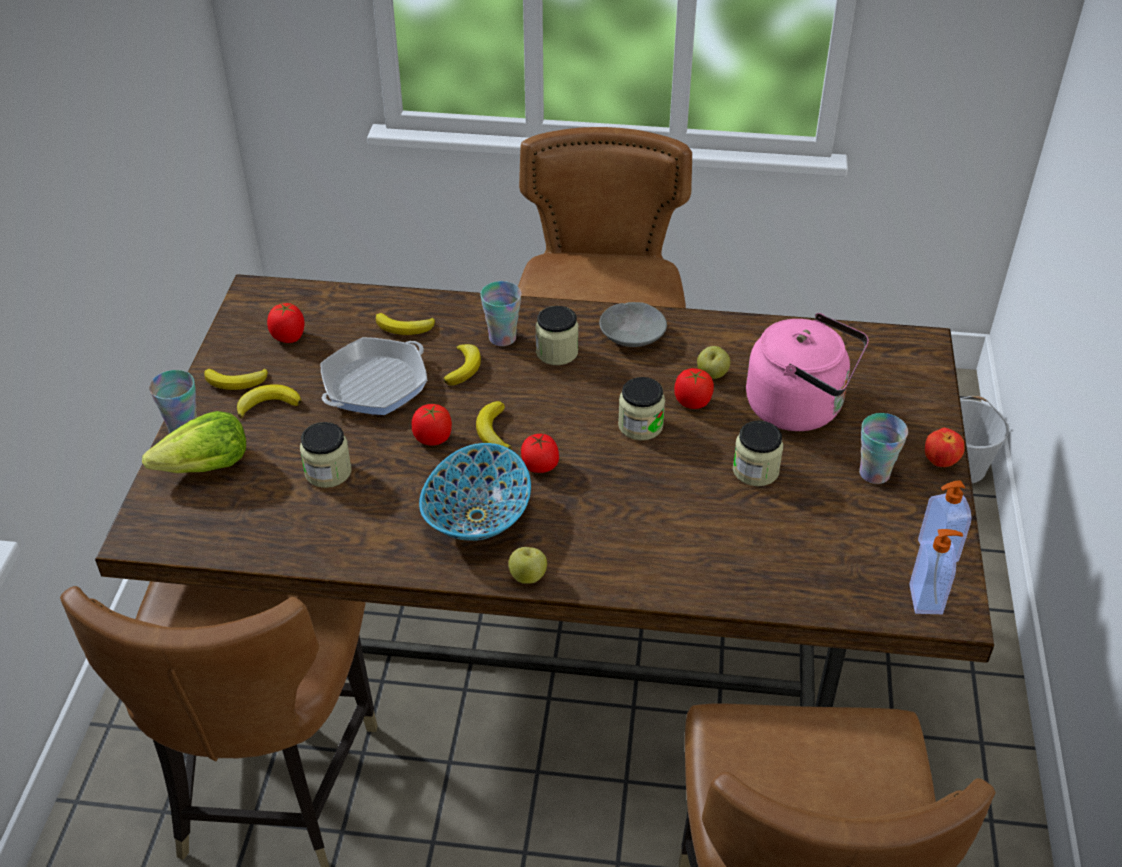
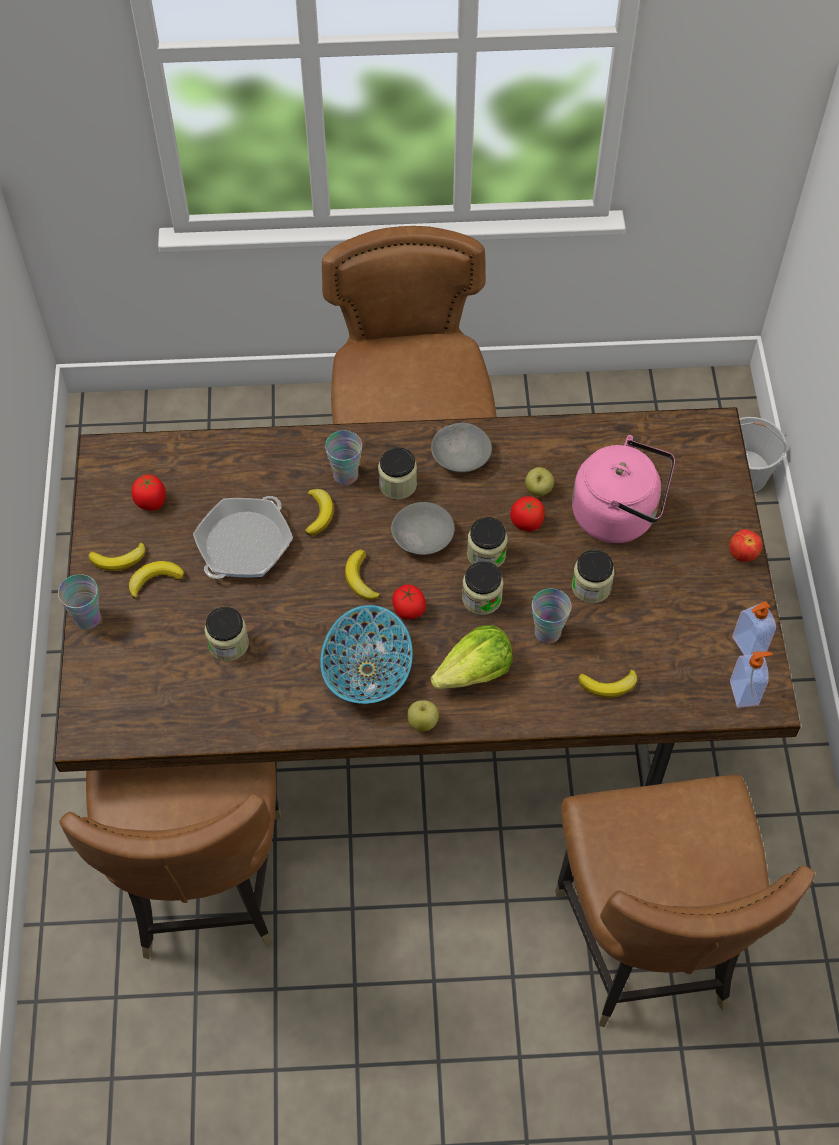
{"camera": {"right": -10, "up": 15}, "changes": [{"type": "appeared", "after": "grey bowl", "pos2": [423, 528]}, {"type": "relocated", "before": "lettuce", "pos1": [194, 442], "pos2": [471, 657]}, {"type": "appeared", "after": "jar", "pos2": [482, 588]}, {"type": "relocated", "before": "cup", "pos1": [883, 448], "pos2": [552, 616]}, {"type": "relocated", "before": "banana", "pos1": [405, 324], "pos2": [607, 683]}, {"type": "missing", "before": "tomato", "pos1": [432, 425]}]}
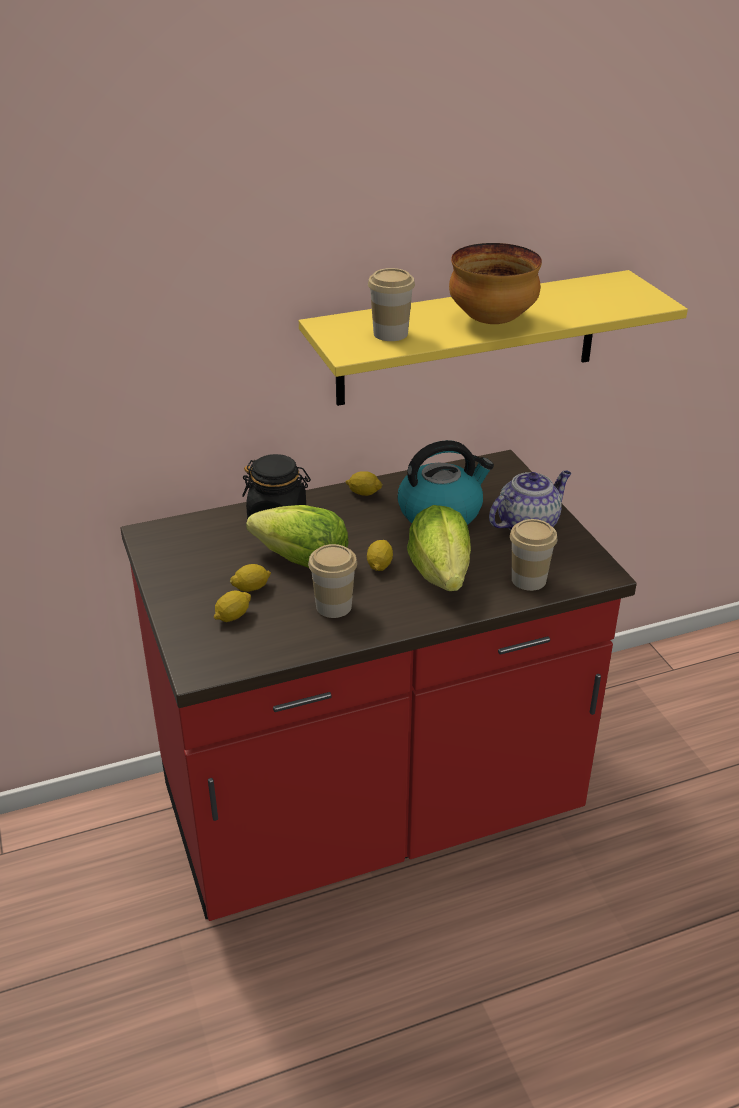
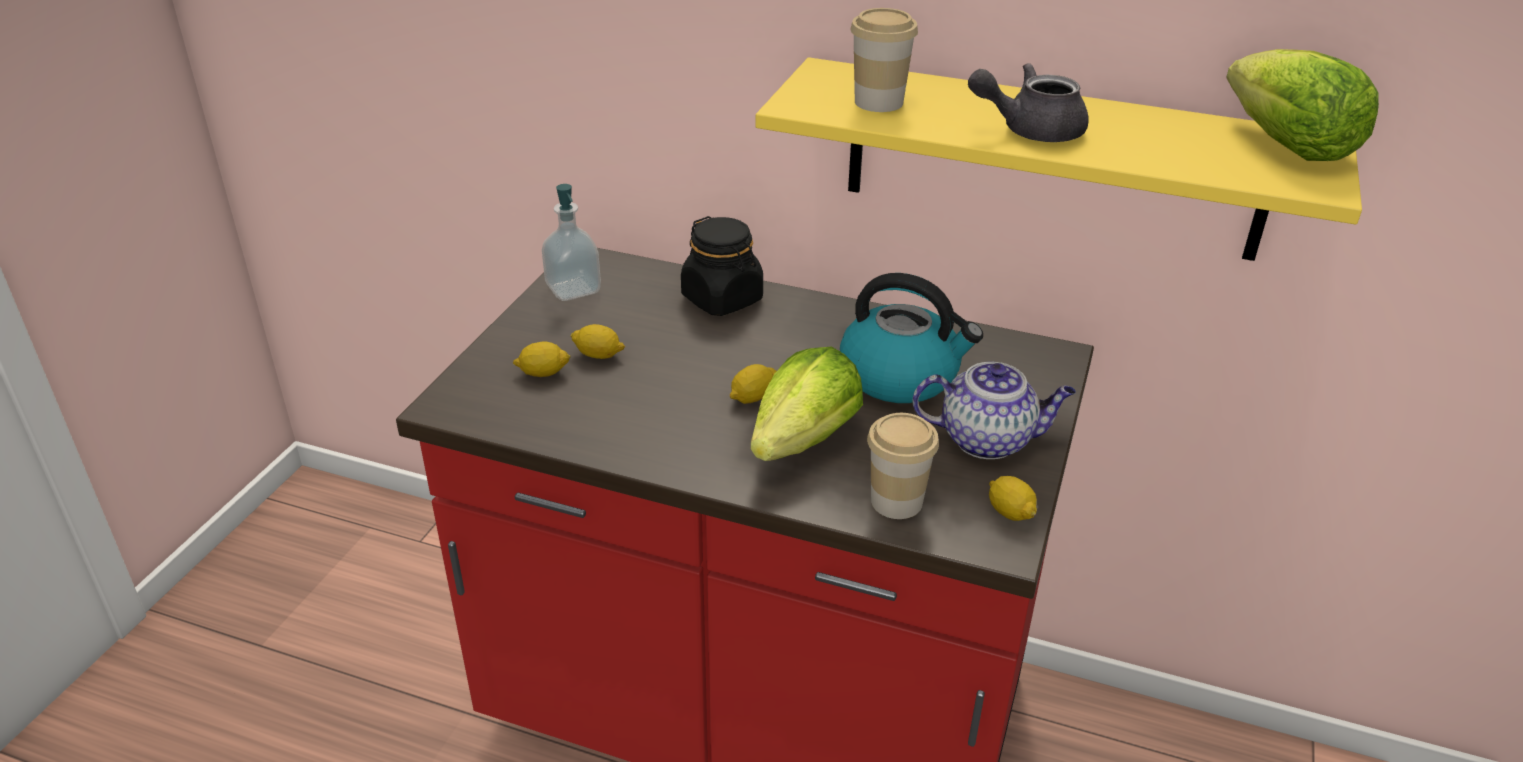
{"camera": {"right": 40, "up": 0}, "changes": [{"type": "appeared", "after": "soap dispenser", "pos2": [571, 242]}, {"type": "exchanged", "before": "bowl", "after": "grey teapot", "pos1": [495, 283], "pos2": [1028, 102]}, {"type": "relocated", "before": "lemon", "pos1": [364, 483], "pos2": [1013, 498]}, {"type": "relocated", "before": "lettuce", "pos1": [297, 536], "pos2": [1302, 105]}, {"type": "missing", "before": "cup", "pos1": [332, 581]}]}
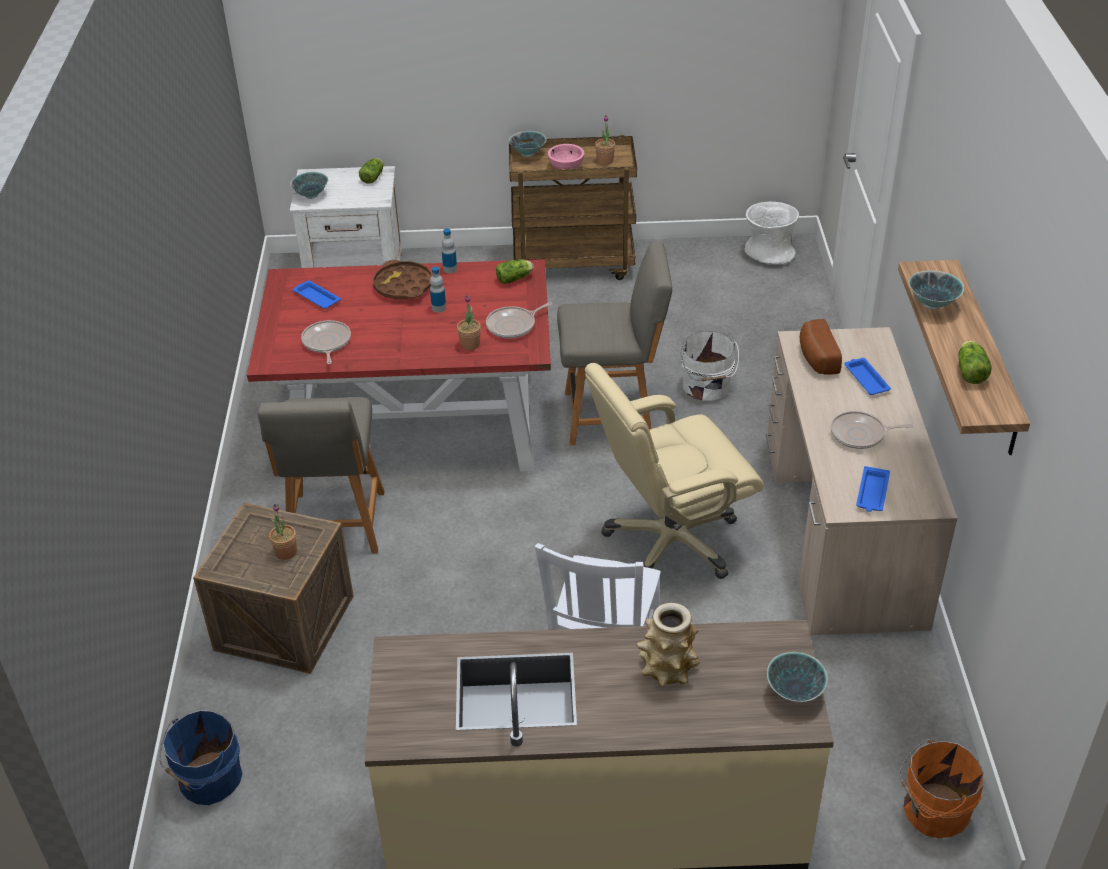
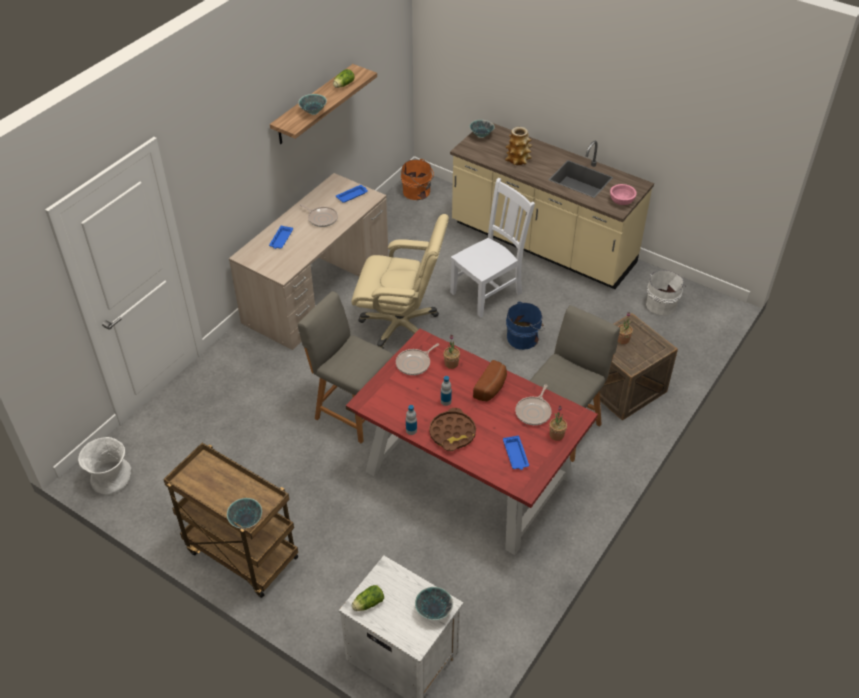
{"camera": {"right": -145, "up": 5}, "changes": [{"type": "spun", "before": "frying pan", "pos1": [519, 320], "pos2": [417, 359], "turn": 135}, {"type": "relocated", "before": "bread", "pos1": [821, 347], "pos2": [490, 380]}, {"type": "relocated", "before": "blue bucket", "pos1": [200, 757], "pos2": [525, 325]}, {"type": "relocated", "before": "potted plant", "pos1": [605, 140], "pos2": [558, 423]}, {"type": "relocated", "before": "pink bowl", "pos1": [566, 156], "pos2": [623, 194]}, {"type": "relocated", "before": "white bucket", "pos1": [710, 366], "pos2": [665, 293]}, {"type": "missing", "before": "lettuce", "pos1": [515, 271]}]}
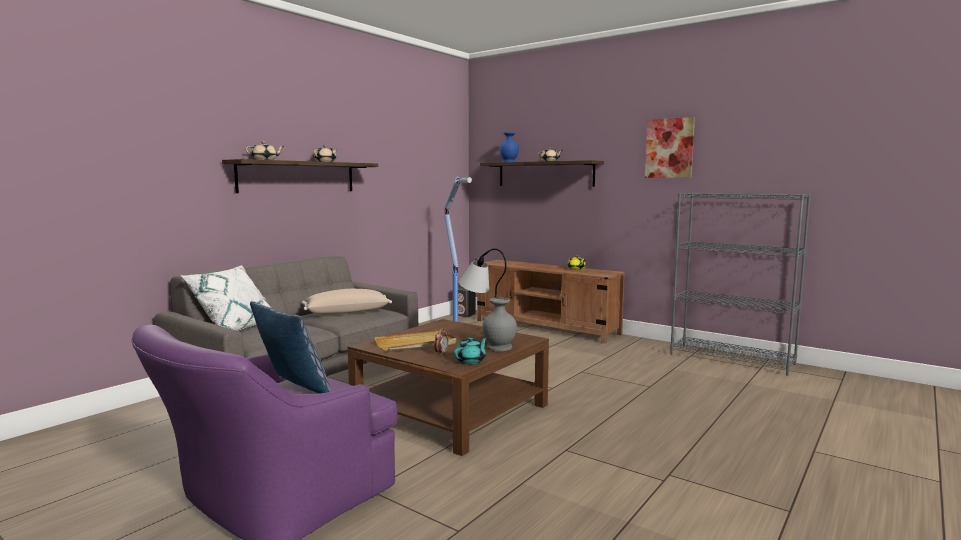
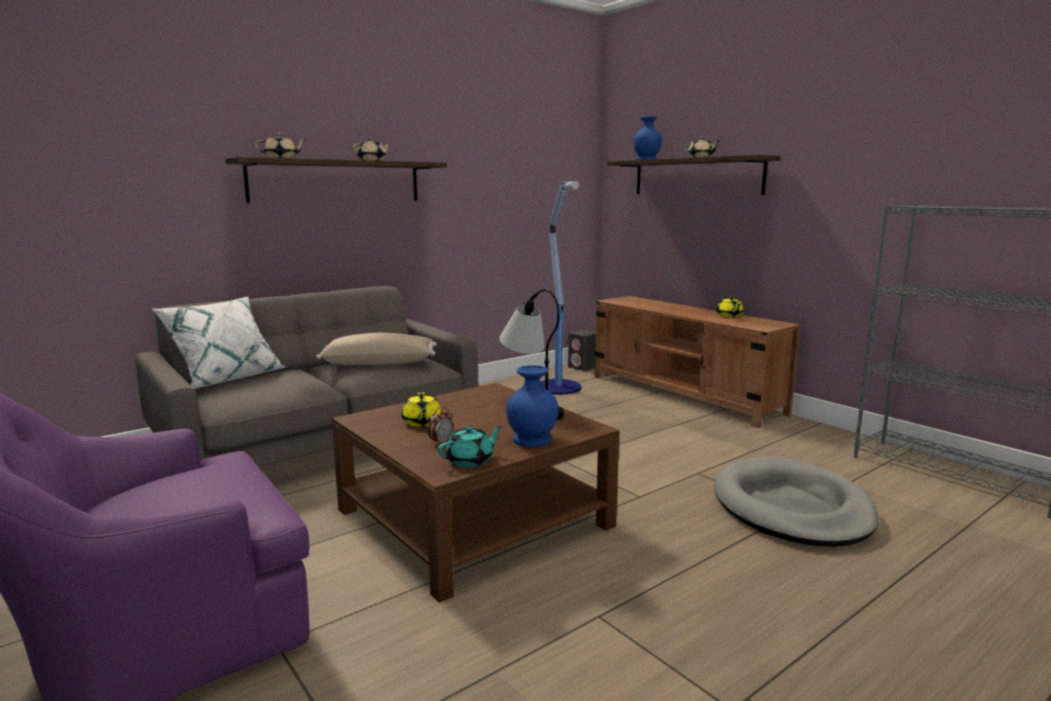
{"camera": {"right": 15, "up": 5}, "changes": [{"type": "exchanged", "before": "beige tray", "after": "yellow teapot", "pos1": [415, 341], "pos2": [422, 409]}, {"type": "colour", "before": "grey vase", "after": "blue vase", "pos1": [499, 324], "pos2": [532, 406]}, {"type": "appeared", "after": "grey dog bed", "pos2": [796, 502]}, {"type": "missing", "before": "pillow", "pos1": [290, 347]}, {"type": "missing", "before": "picture", "pos1": [670, 147]}]}
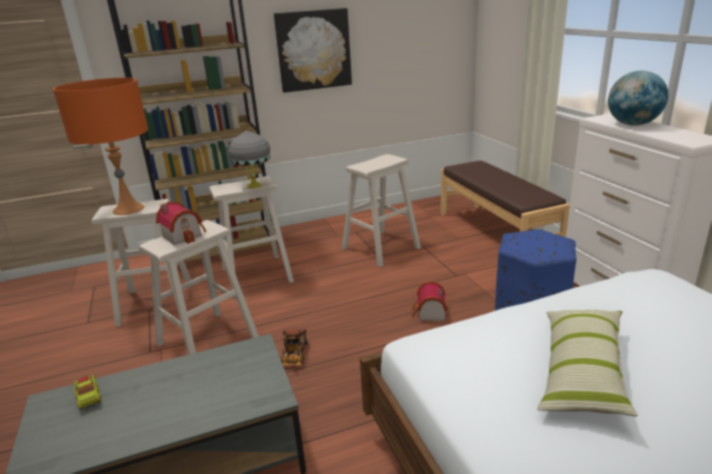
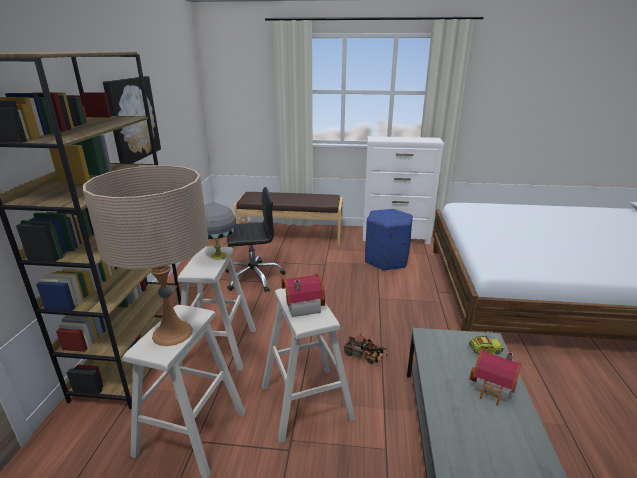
{"camera": {"right": -65, "up": 0}, "changes": [{"type": "colour", "before": "orange table lamp", "after": "beige table lamp", "pos1": [100, 146], "pos2": [145, 255]}, {"type": "exchanged", "before": "beige stool", "after": "black office chair", "pos1": [381, 210], "pos2": [255, 239]}, {"type": "relocated", "before": "toy truck", "pos1": [87, 392], "pos2": [486, 345]}, {"type": "relocated", "before": "toy house", "pos1": [429, 300], "pos2": [495, 377]}, {"type": "missing", "before": "pillow", "pos1": [587, 363]}, {"type": "missing", "before": "globe", "pos1": [638, 98]}]}
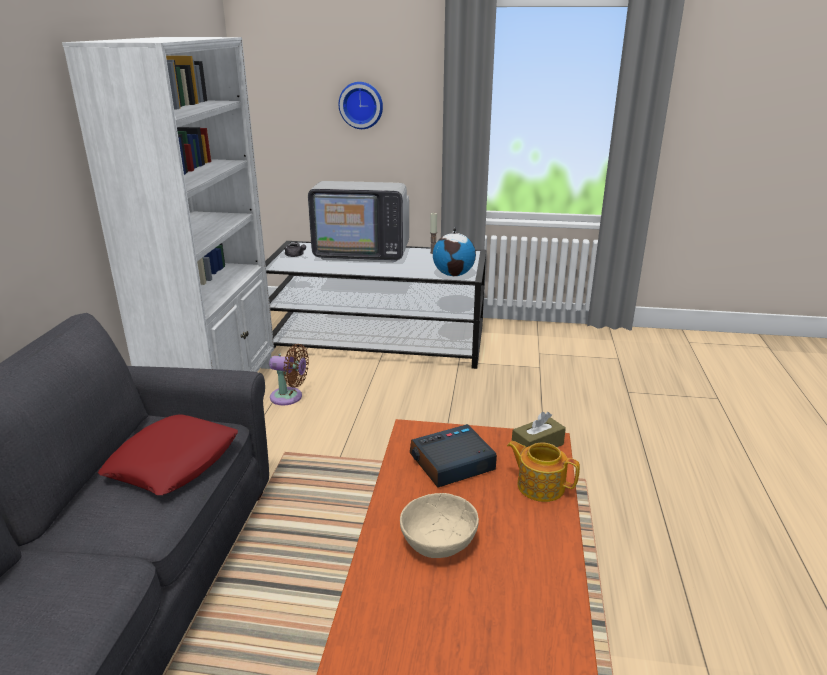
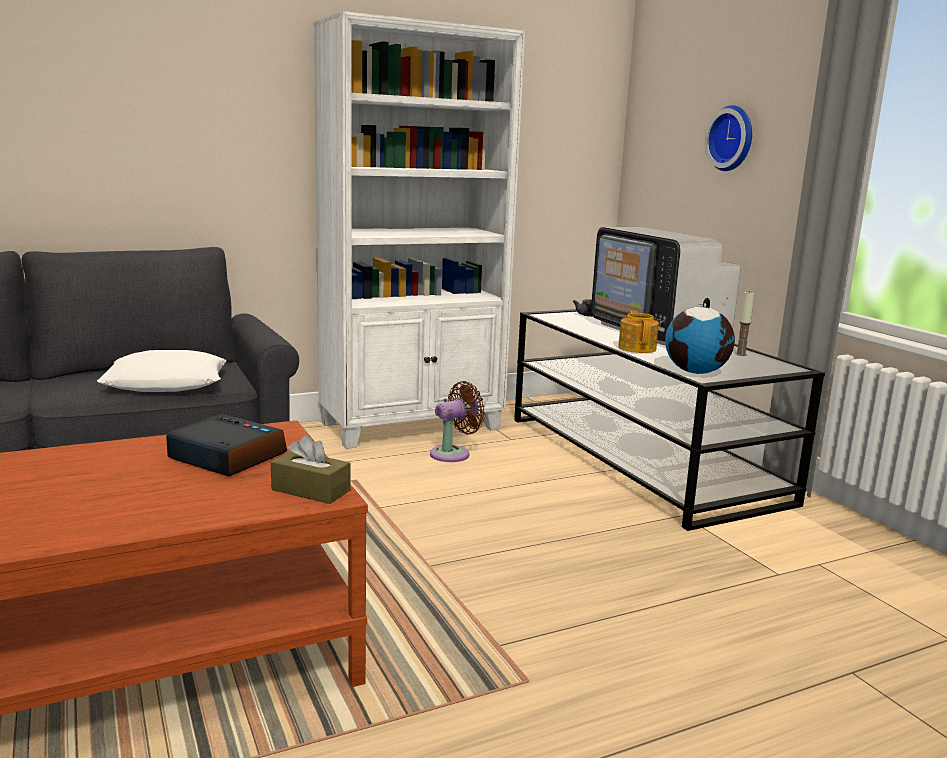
{"camera": {"right": 55, "up": -10}, "changes": [{"type": "colour", "before": "red pillow", "after": "white pillow", "pos1": [168, 454], "pos2": [162, 371]}, {"type": "spun", "before": "brown fan", "pos1": [289, 374], "pos2": [457, 421], "turn": -105}, {"type": "relocated", "before": "teapot", "pos1": [543, 471], "pos2": [638, 331]}, {"type": "missing", "before": "beige bowl", "pos1": [439, 525]}]}
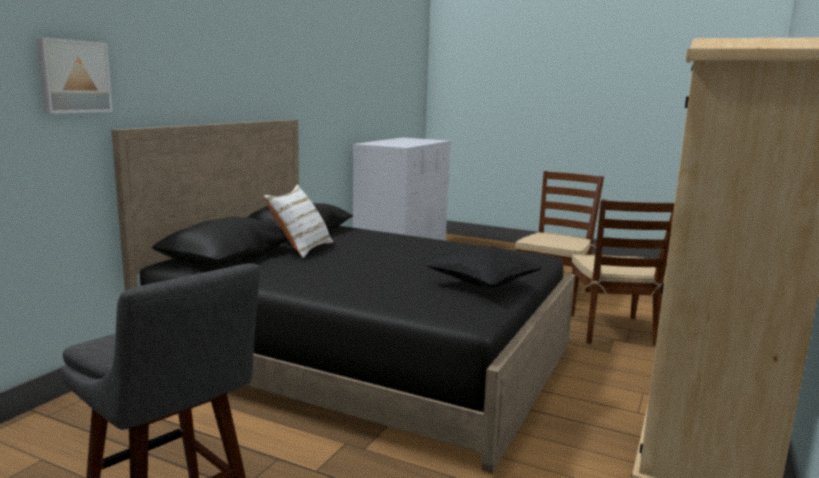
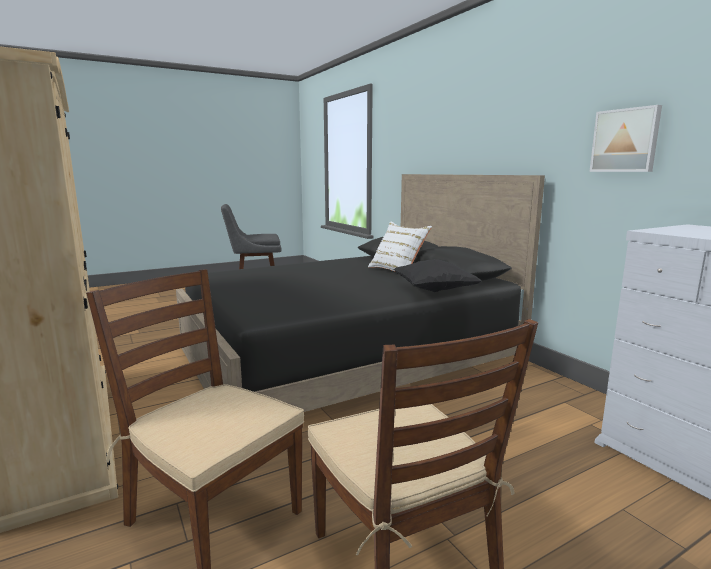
{"camera": {"right": 125, "up": 0}, "changes": [{"type": "relocated", "before": "black pillow", "pos1": [484, 267], "pos2": [437, 275]}, {"type": "relocated", "before": "picture", "pos1": [74, 75], "pos2": [625, 138]}]}
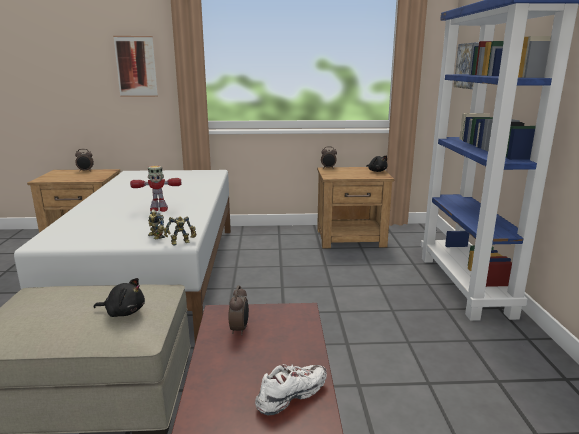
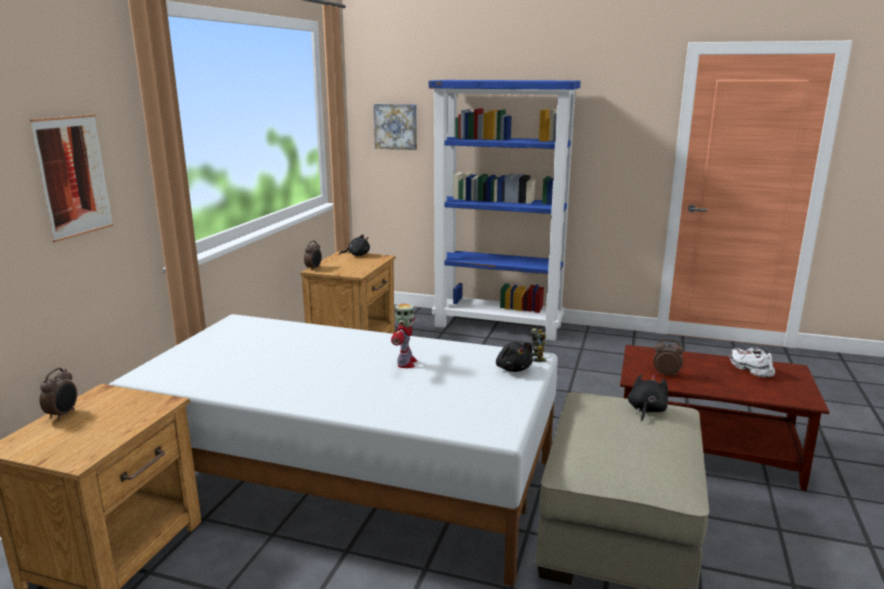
{"camera": {"right": -70, "up": 0}, "changes": [{"type": "exchanged", "before": "toy robot", "after": "black plush toy", "pos1": [156, 224], "pos2": [514, 357]}]}
